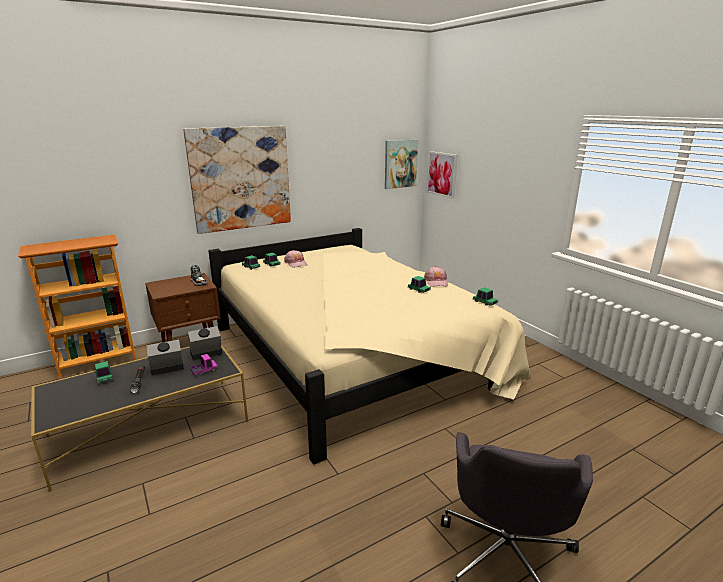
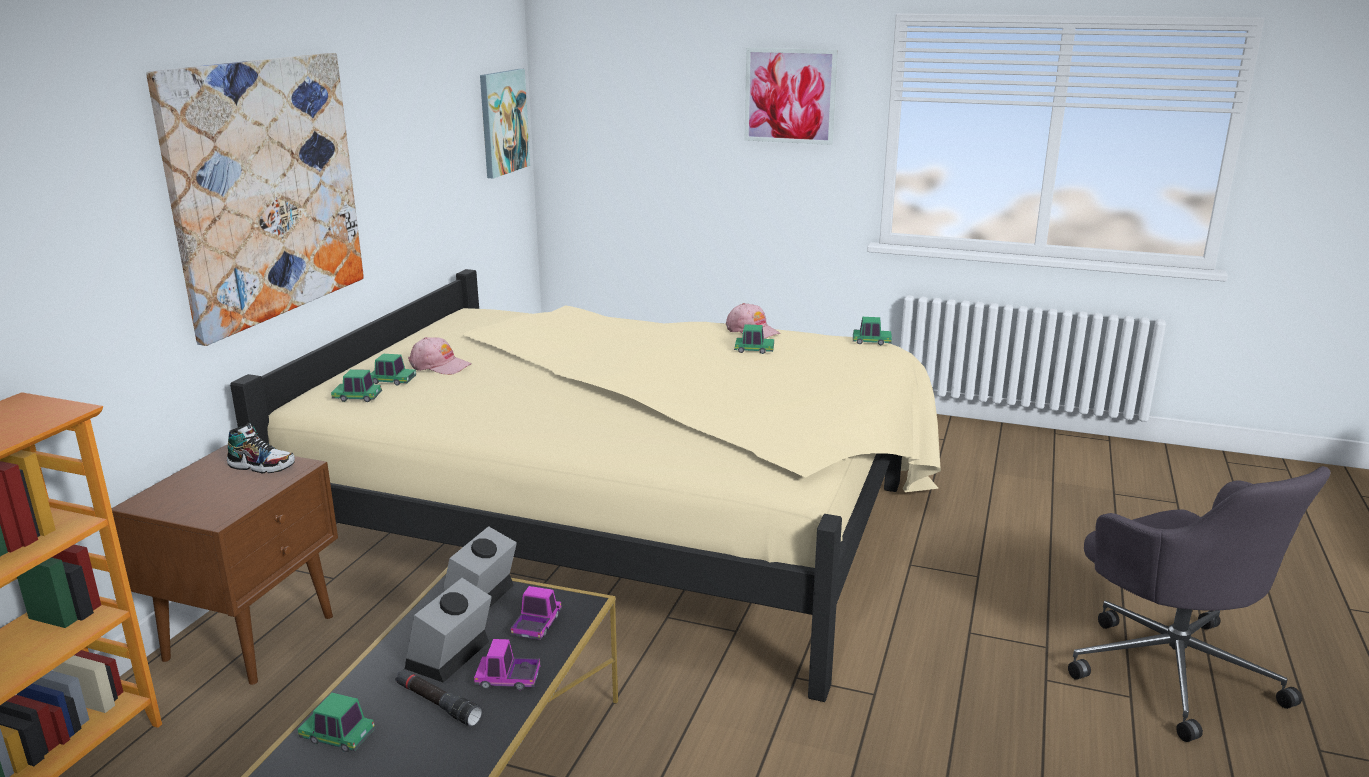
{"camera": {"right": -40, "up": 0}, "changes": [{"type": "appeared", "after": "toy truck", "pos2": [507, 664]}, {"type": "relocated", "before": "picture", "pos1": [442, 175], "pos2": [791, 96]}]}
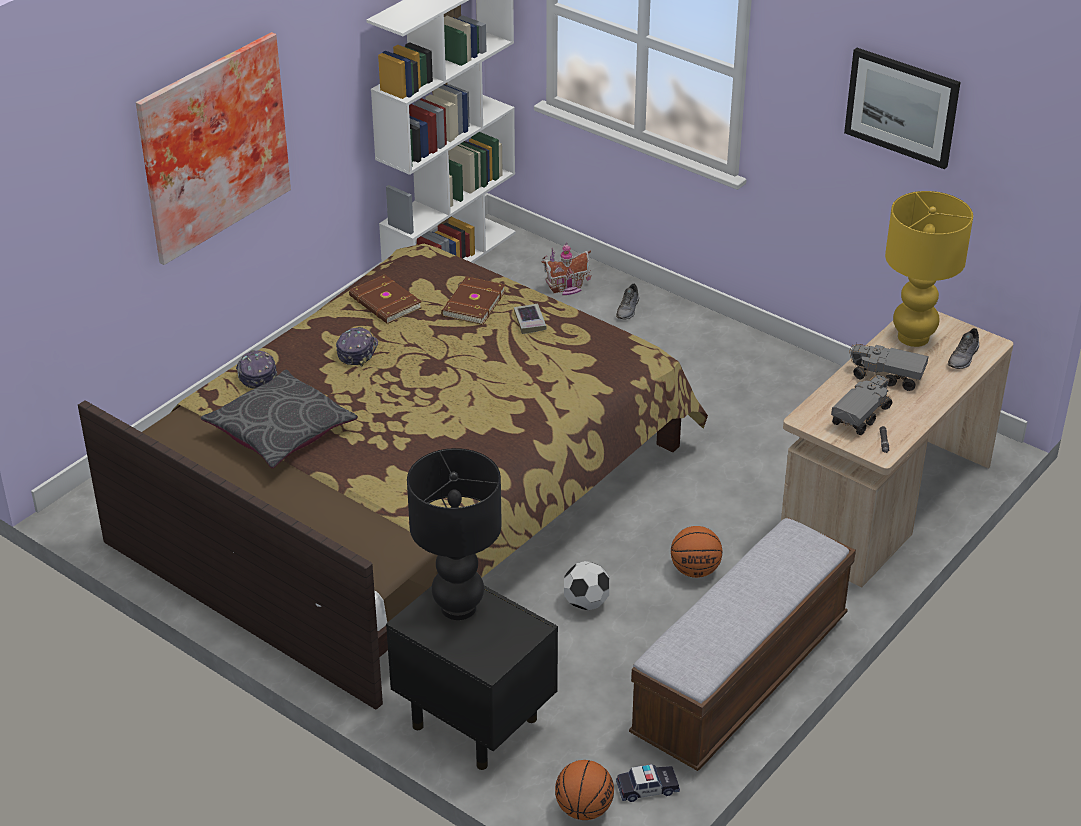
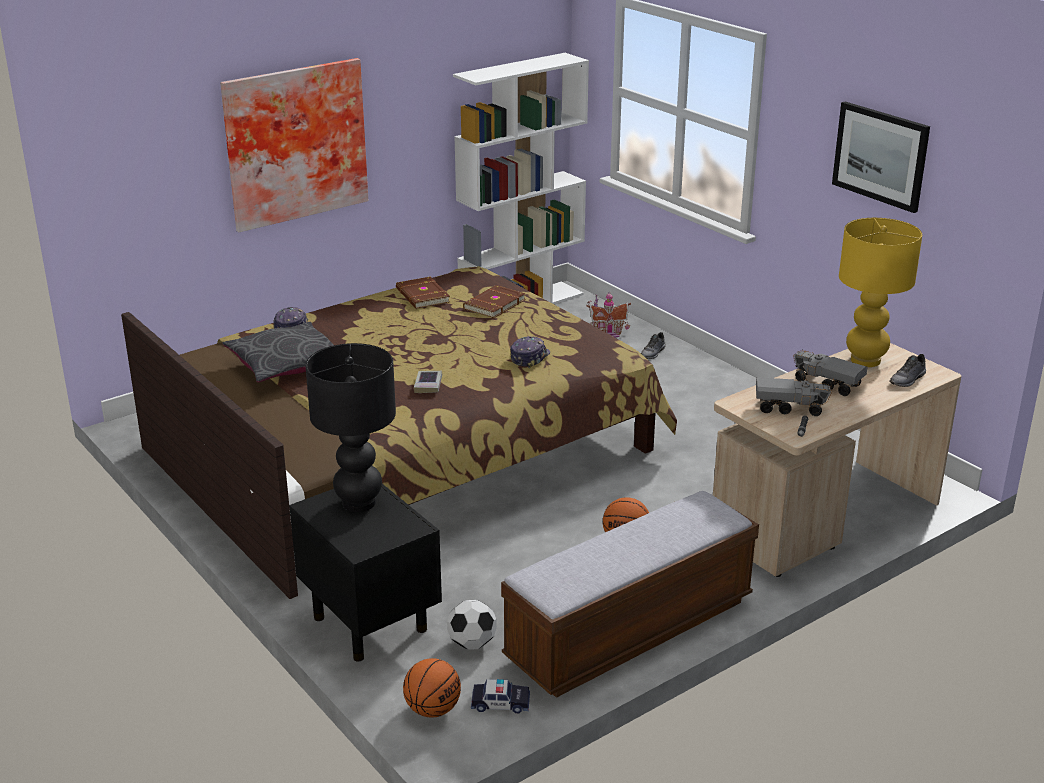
{"camera": {"right": 15, "up": -10}, "changes": [{"type": "relocated", "before": "book", "pos1": [530, 319], "pos2": [428, 382]}, {"type": "relocated", "before": "football", "pos1": [586, 585], "pos2": [472, 625]}, {"type": "relocated", "before": "cap", "pos1": [357, 346], "pos2": [530, 352]}, {"type": "spun", "before": "toy truck", "pos1": [861, 404], "pos2": [794, 396], "turn": 45}]}
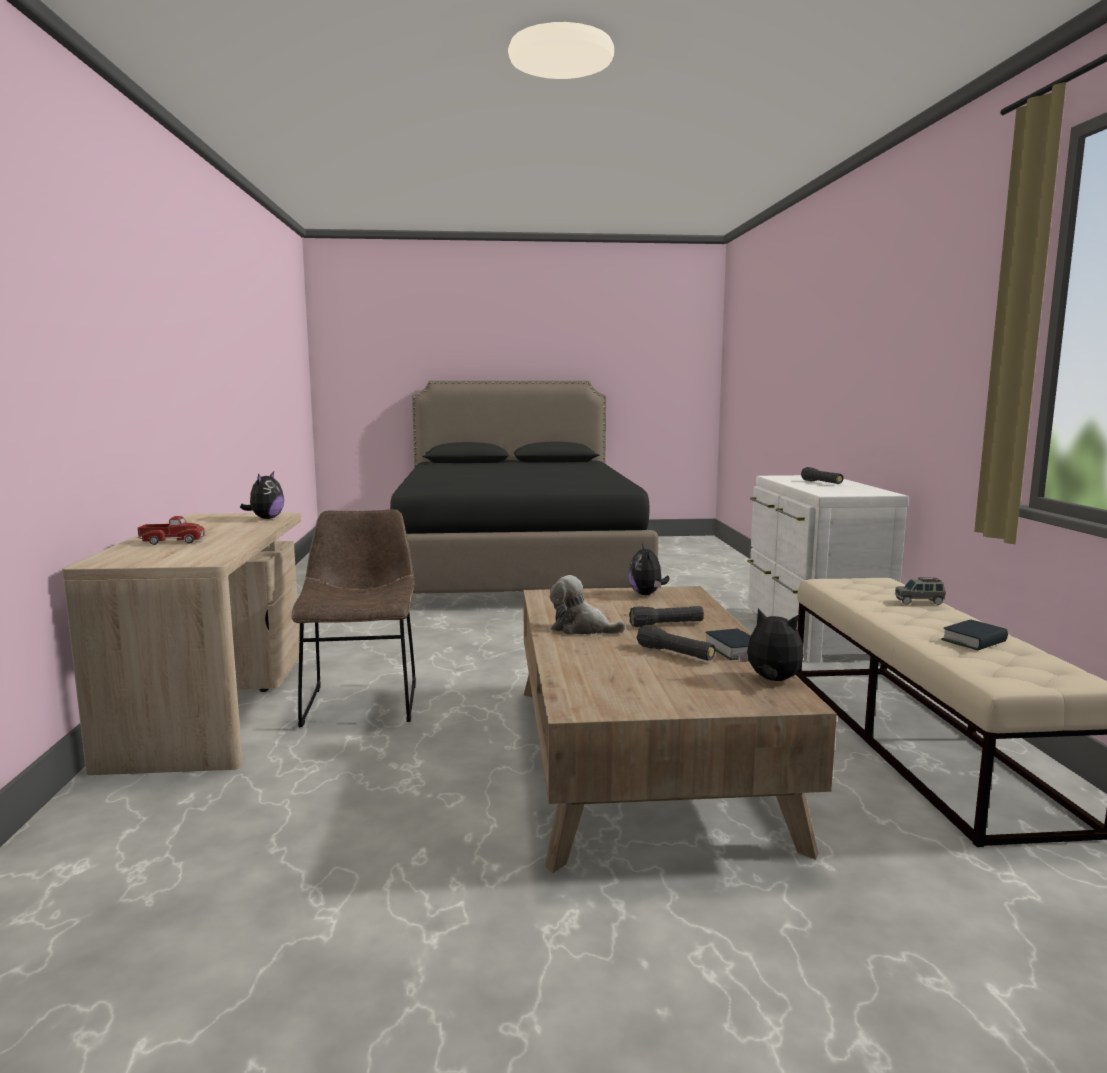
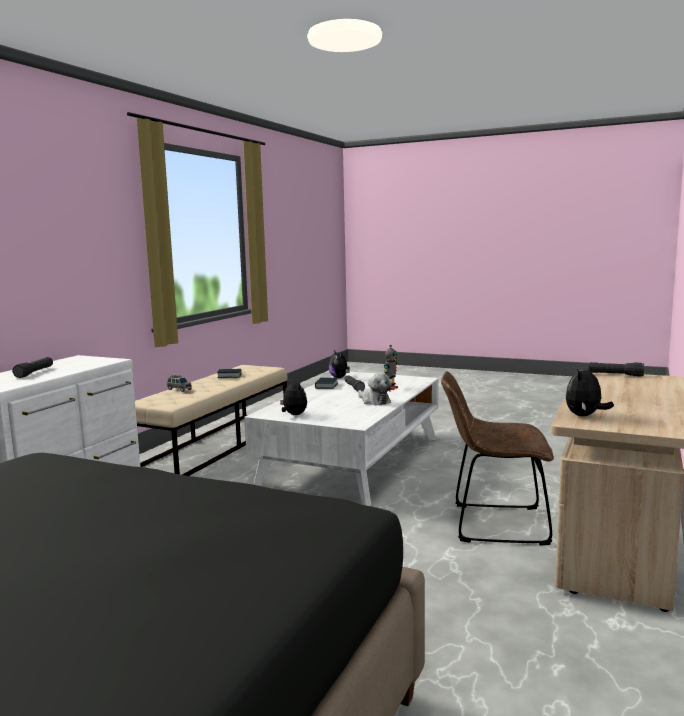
{"camera": {"right": -150, "up": 0}, "changes": [{"type": "colour", "before": "brown coffee table", "after": "white coffee table", "pos1": [680, 729], "pos2": [341, 439]}, {"type": "spun", "before": "plush toy", "pos1": [649, 569], "pos2": [293, 397], "turn": -60}, {"type": "appeared", "after": "toy robot", "pos2": [391, 367]}, {"type": "spun", "before": "brown chair", "pos1": [353, 618], "pos2": [497, 458], "turn": 75}, {"type": "relocated", "before": "black flashlight", "pos1": [666, 616], "pos2": [617, 369]}, {"type": "missing", "before": "toy truck", "pos1": [172, 530]}]}
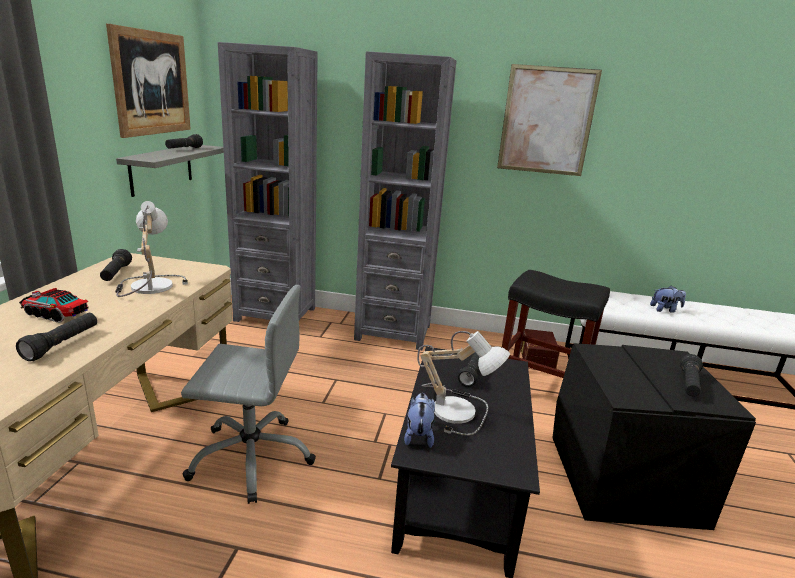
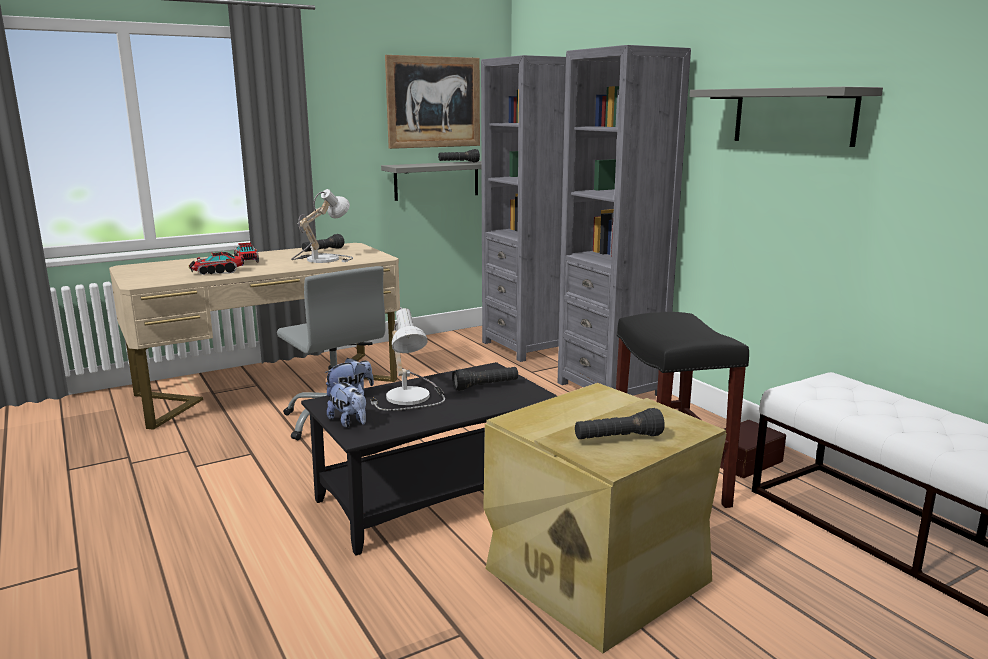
{"camera": {"right": 50, "up": -5}, "changes": [{"type": "exchanged", "before": "black flashlight", "after": "toy truck", "pos1": [56, 337], "pos2": [216, 263]}, {"type": "relocated", "before": "plush toy", "pos1": [668, 299], "pos2": [346, 405]}, {"type": "colour", "before": "black storage box", "after": "beige storage box", "pos1": [654, 436], "pos2": [605, 518]}, {"type": "exchanged", "before": "picture", "after": "grey shelf", "pos1": [549, 120], "pos2": [786, 117]}]}
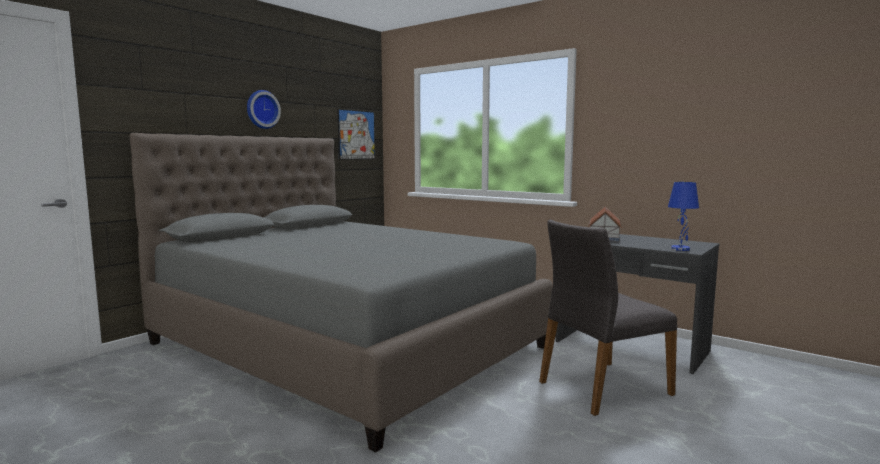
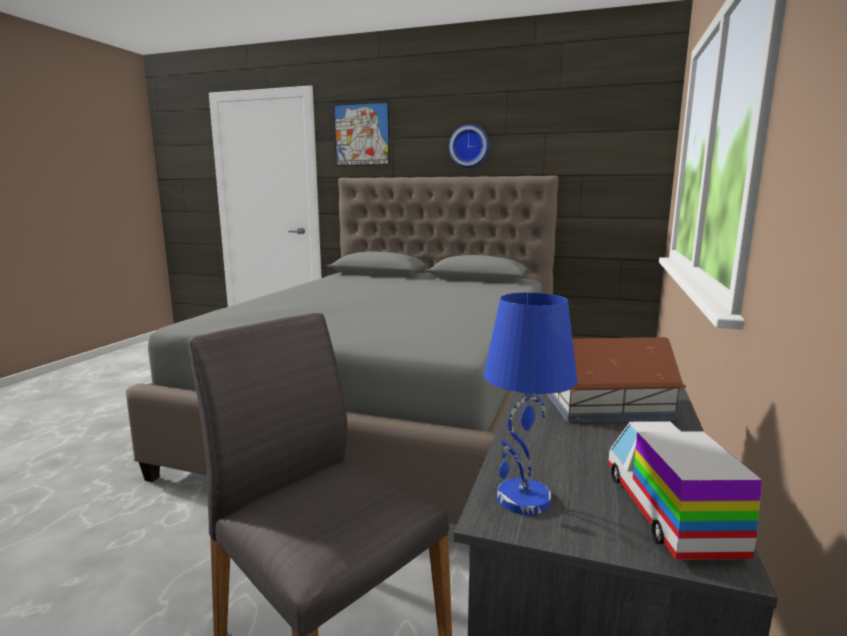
{"camera": {"right": 70, "up": 5}, "changes": [{"type": "relocated", "before": "picture", "pos1": [356, 134], "pos2": [362, 134]}, {"type": "appeared", "after": "toy truck", "pos2": [685, 490]}]}
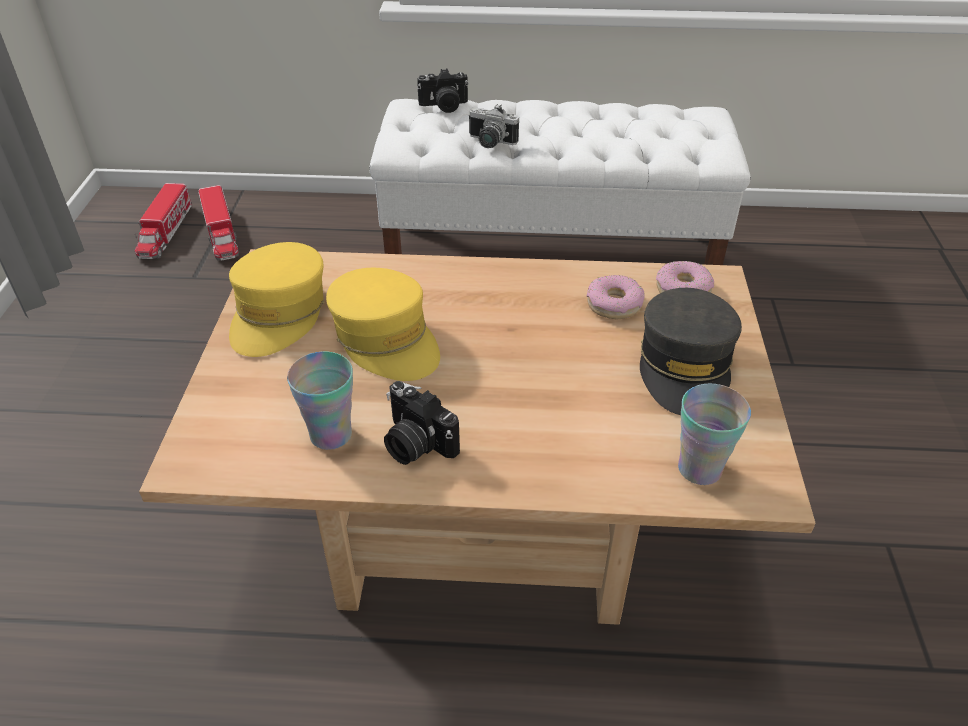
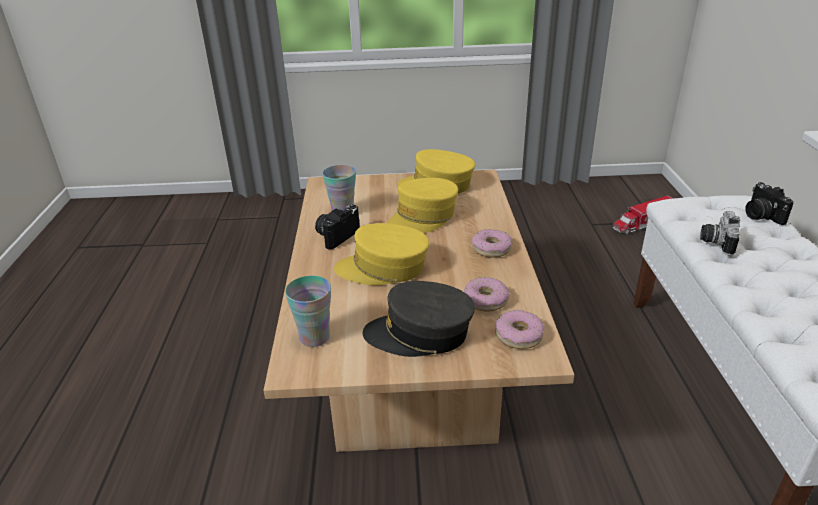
{"camera": {"right": 85, "up": -10}, "changes": [{"type": "appeared", "after": "yellow cap", "pos2": [382, 254]}, {"type": "appeared", "after": "donut", "pos2": [492, 243]}, {"type": "missing", "before": "toy truck", "pos1": [163, 221]}]}
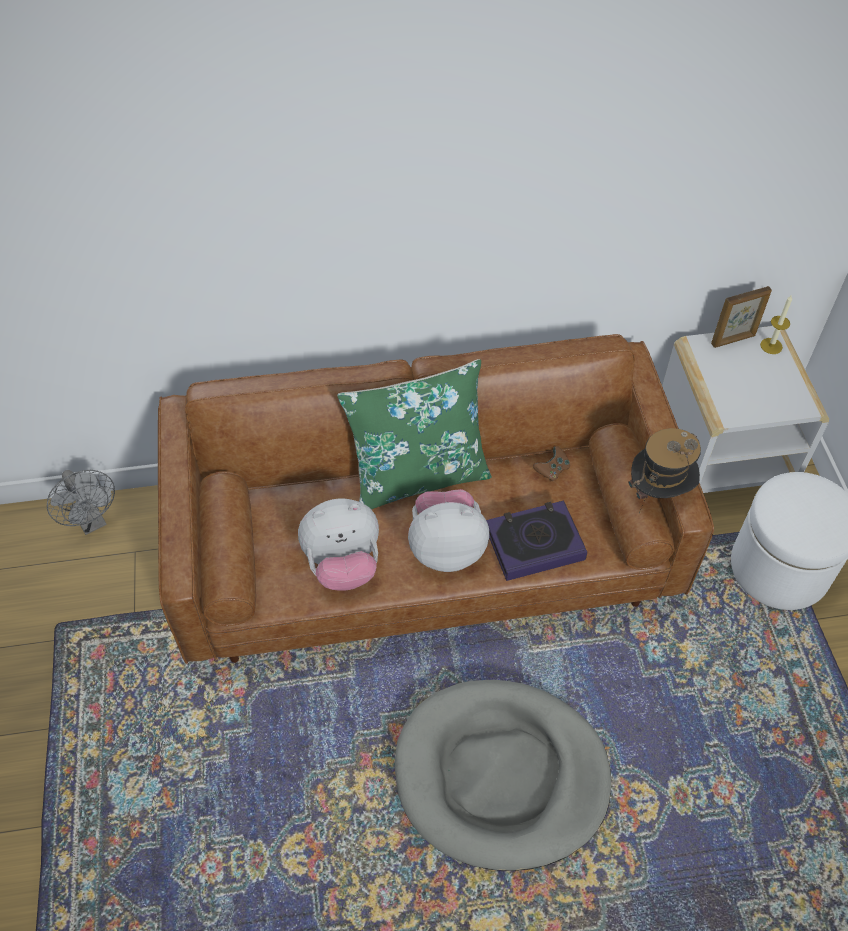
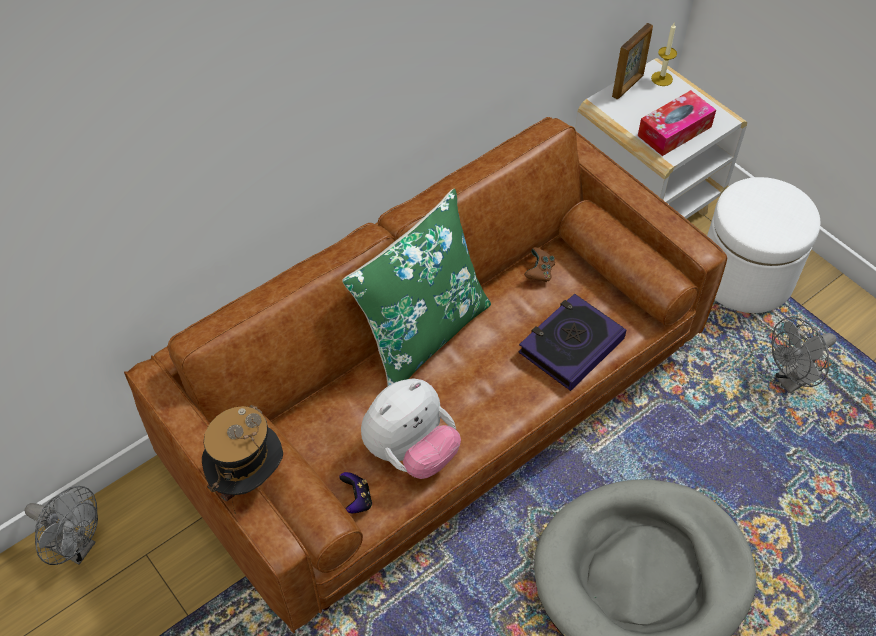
{"camera": {"right": -30, "up": 0}, "changes": [{"type": "relocated", "before": "hat", "pos1": [664, 471], "pos2": [242, 460]}, {"type": "appeared", "after": "game controller", "pos2": [355, 492]}, {"type": "appeared", "after": "tissue box", "pos2": [677, 123]}, {"type": "appeared", "after": "grey fan", "pos2": [804, 355]}, {"type": "missing", "before": "plush toy", "pos1": [448, 530]}]}
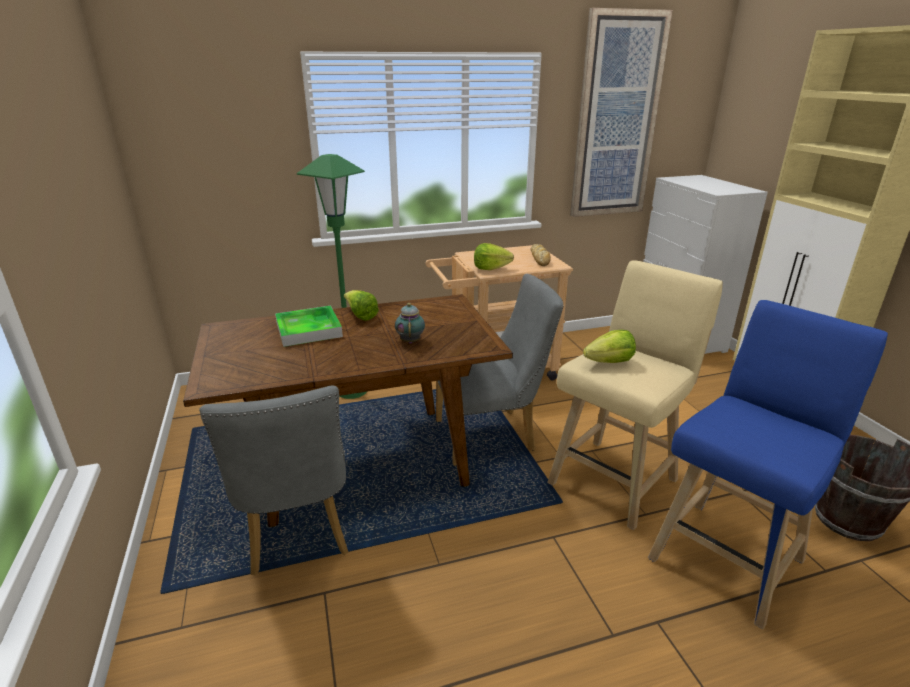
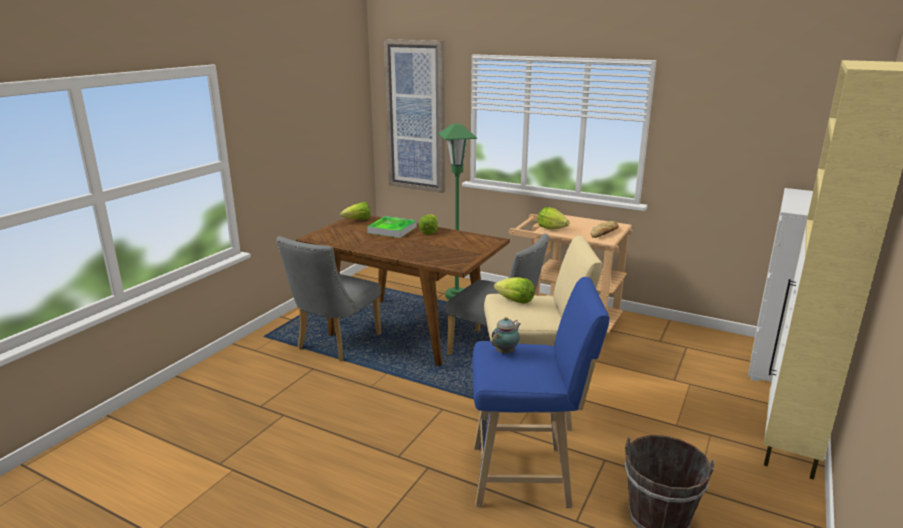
{"camera": {"right": 45, "up": -5}, "changes": [{"type": "appeared", "after": "lettuce", "pos2": [355, 211]}, {"type": "relocated", "before": "picture", "pos1": [621, 112], "pos2": [414, 116]}, {"type": "relocated", "before": "teapot", "pos1": [410, 323], "pos2": [506, 335]}]}
